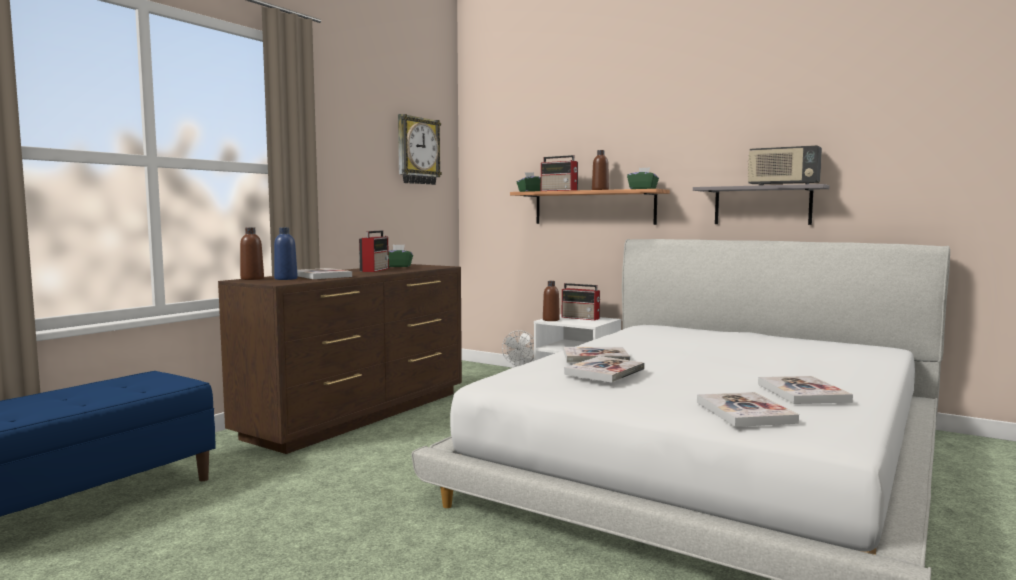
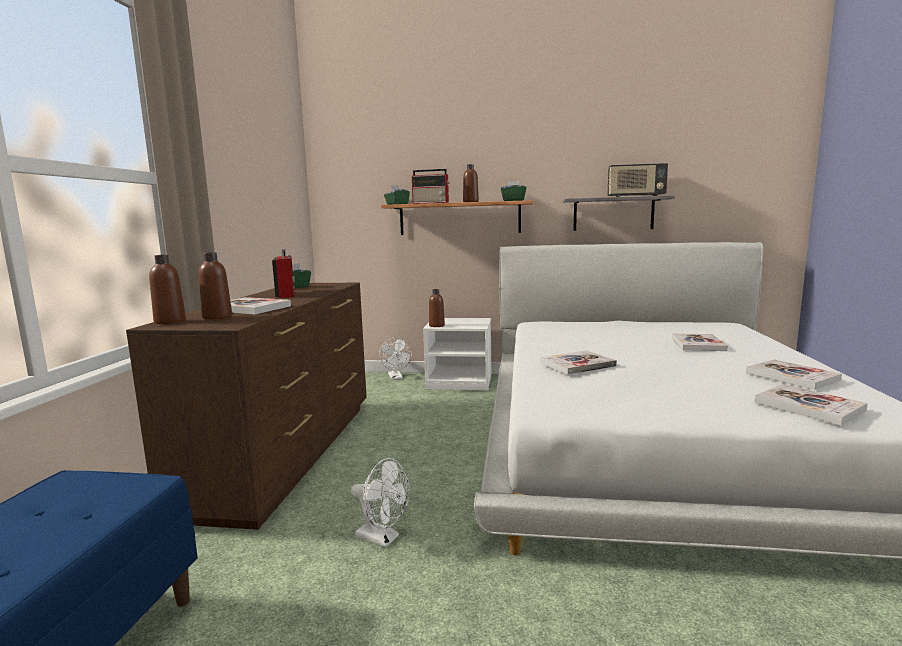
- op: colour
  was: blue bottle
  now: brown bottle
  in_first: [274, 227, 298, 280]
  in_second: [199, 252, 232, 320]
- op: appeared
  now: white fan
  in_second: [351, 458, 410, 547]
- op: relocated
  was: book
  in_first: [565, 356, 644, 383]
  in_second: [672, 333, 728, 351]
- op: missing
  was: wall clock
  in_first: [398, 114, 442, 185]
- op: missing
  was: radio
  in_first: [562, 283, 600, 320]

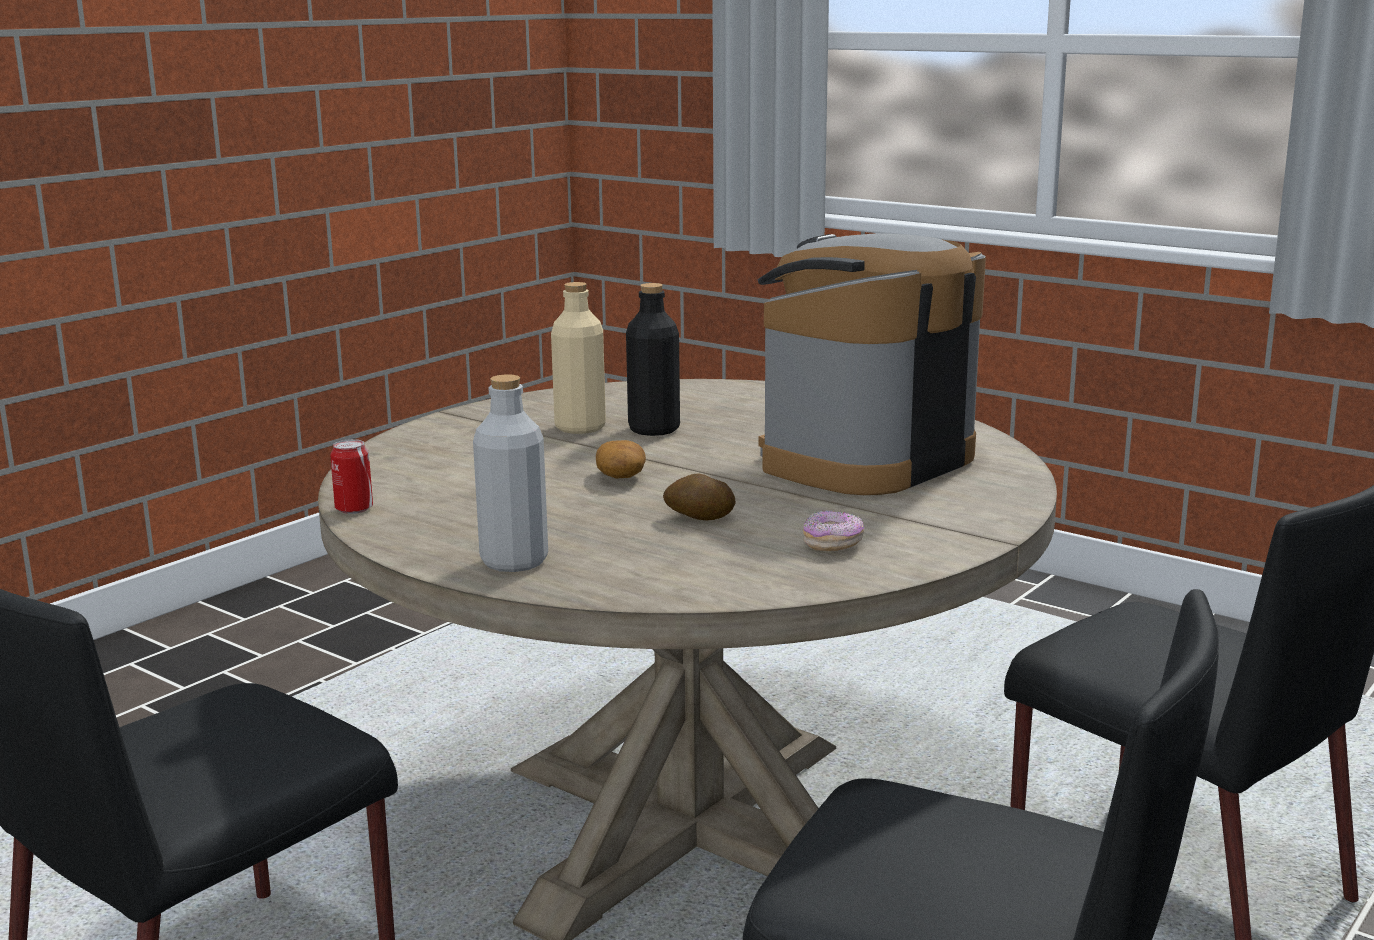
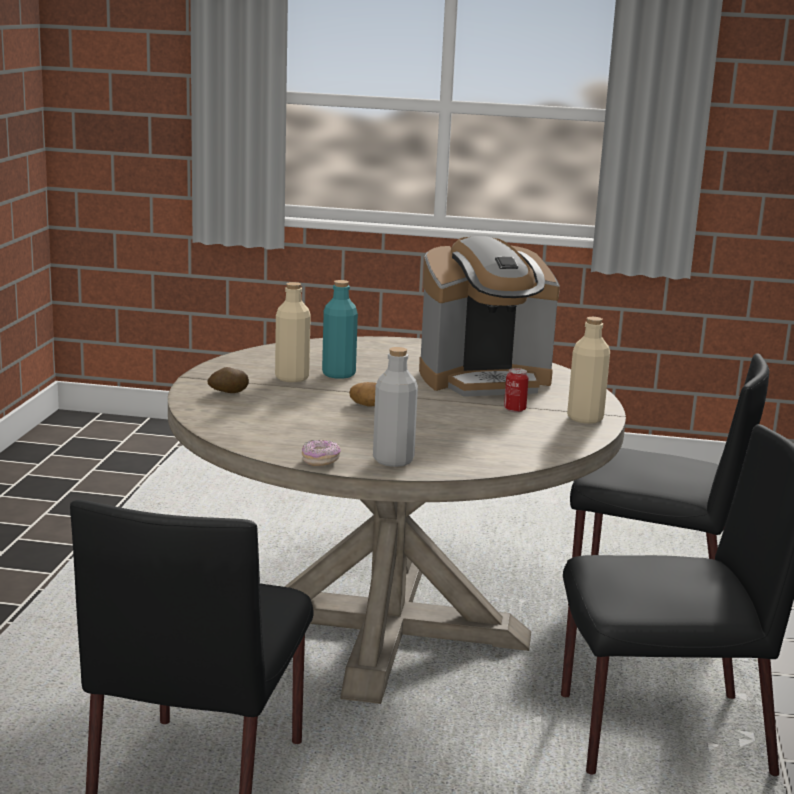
- op: relocated
  was: potato
  in_first: [663, 473, 735, 521]
  in_second: [207, 367, 249, 393]
- op: relocated
  was: donut
  in_first: [803, 510, 864, 551]
  in_second: [302, 440, 341, 466]
- op: colour
  was: black bottle
  now: turquoise bottle
  in_first: [626, 283, 680, 436]
  in_second: [322, 280, 358, 379]
- op: spun
  was: coffee machine
  in_first: [758, 233, 986, 495]
  in_second: [419, 236, 560, 397]
  clockwise: -120
- op: relocated
  was: can
  in_first: [330, 439, 373, 514]
  in_second: [504, 368, 529, 412]
- op: appeared
  now: beige bottle
  in_second: [567, 317, 610, 424]

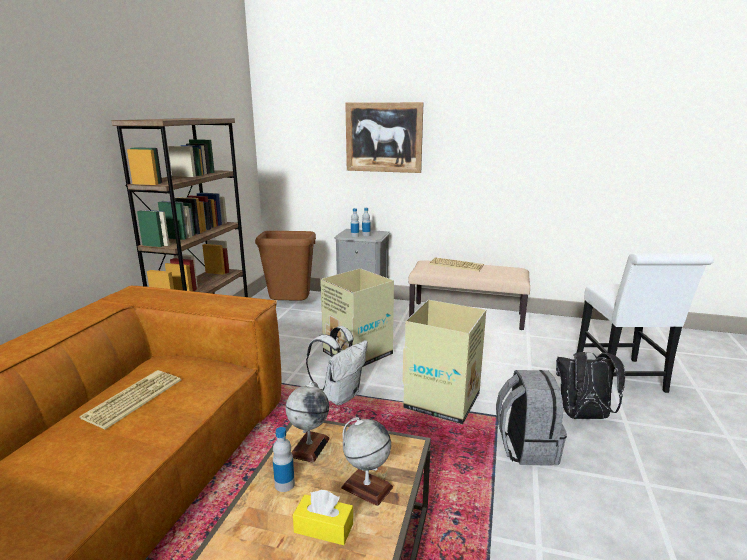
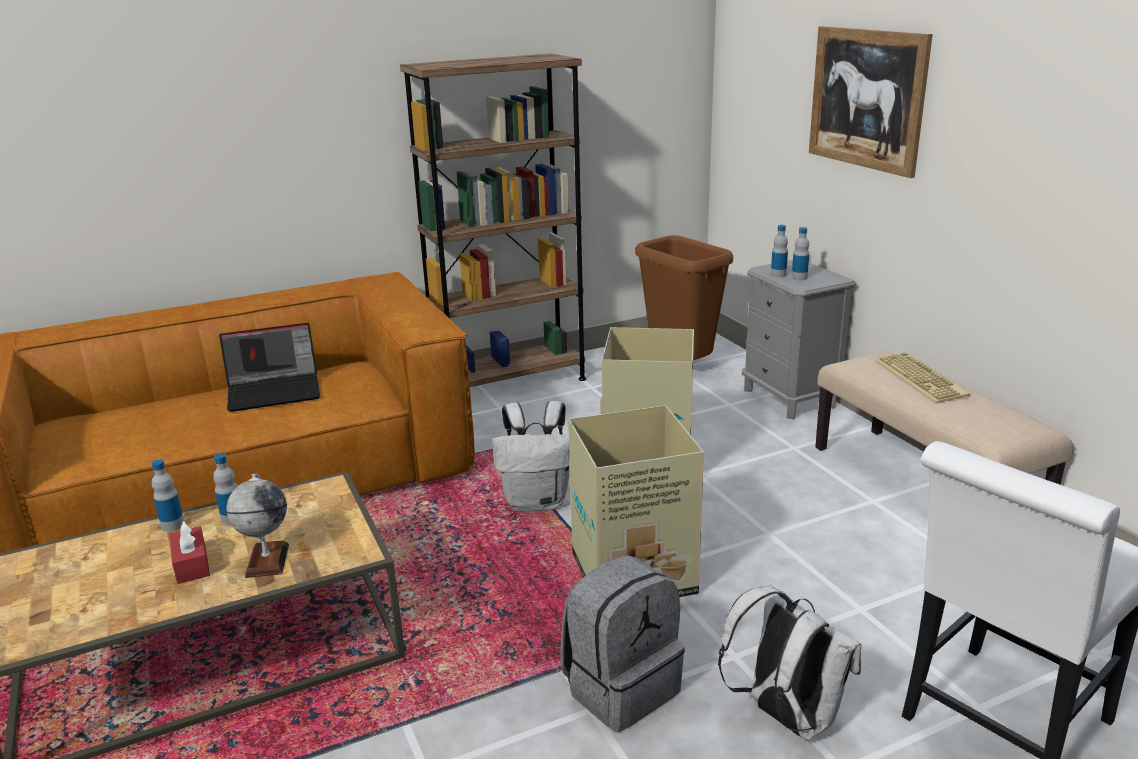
- op: appeared
  now: bottle
  in_second: [152, 459, 184, 532]
- op: colour
  was: yellow tissue box
  now: red tissue box
  in_first: [293, 490, 353, 545]
  in_second: [169, 521, 210, 584]
- op: exchanged
  was: keyboard
  now: laptop
  in_first: [79, 370, 181, 430]
  in_second: [219, 323, 320, 412]
- op: colour
  was: black backpack
  now: white backpack
  in_first: [556, 352, 625, 419]
  in_second: [718, 584, 861, 740]
- op: missing
  was: globe
  in_first: [286, 381, 330, 463]

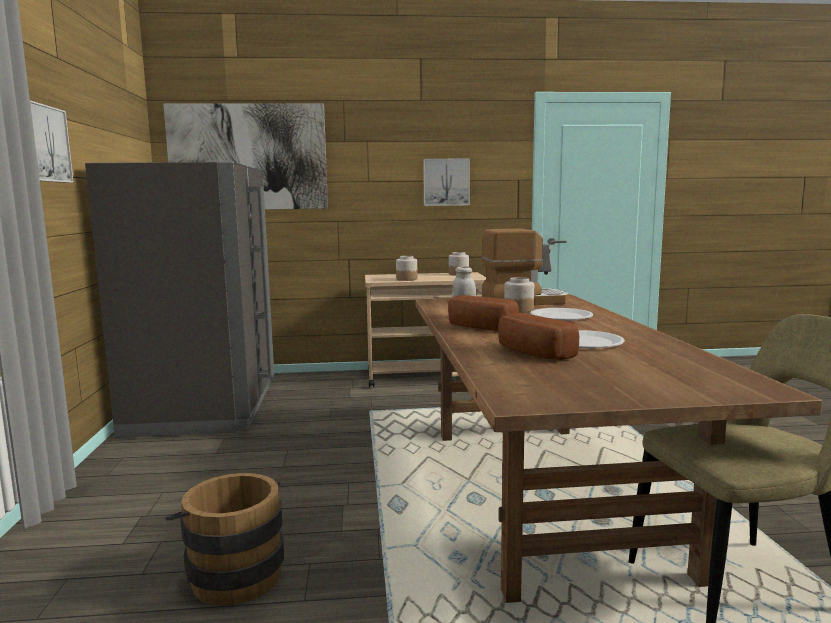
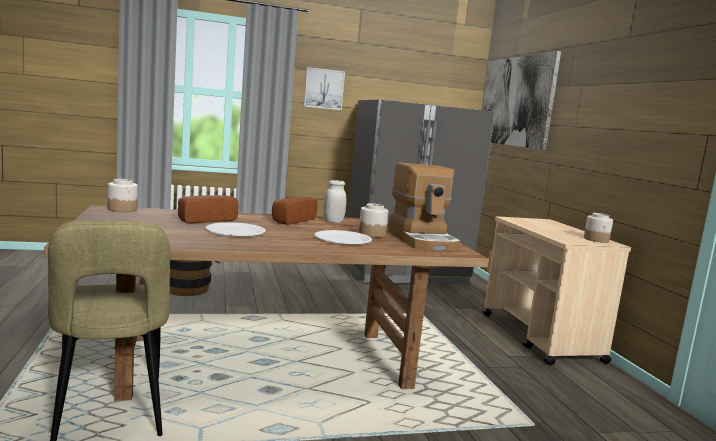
- op: relocated
  was: jar
  in_first: [396, 256, 417, 281]
  in_second: [108, 179, 138, 212]
- op: missing
  was: picture
  in_first: [423, 158, 470, 206]

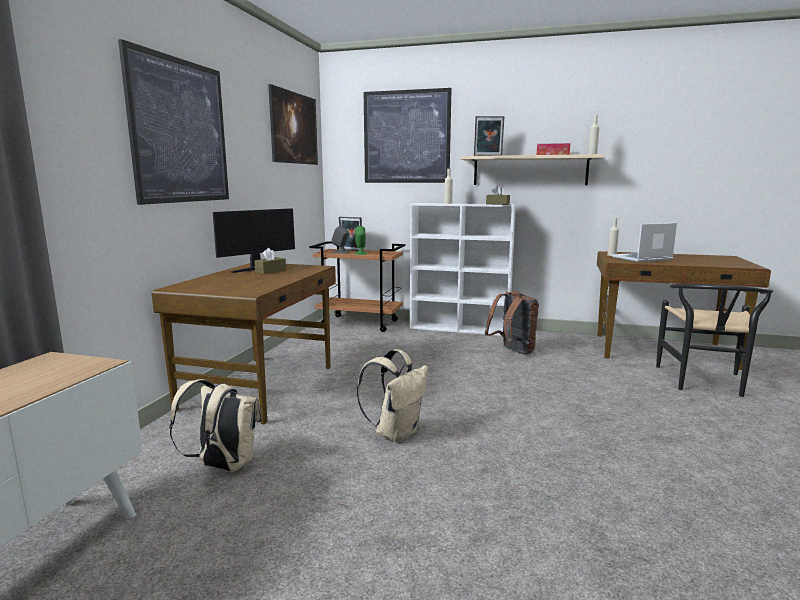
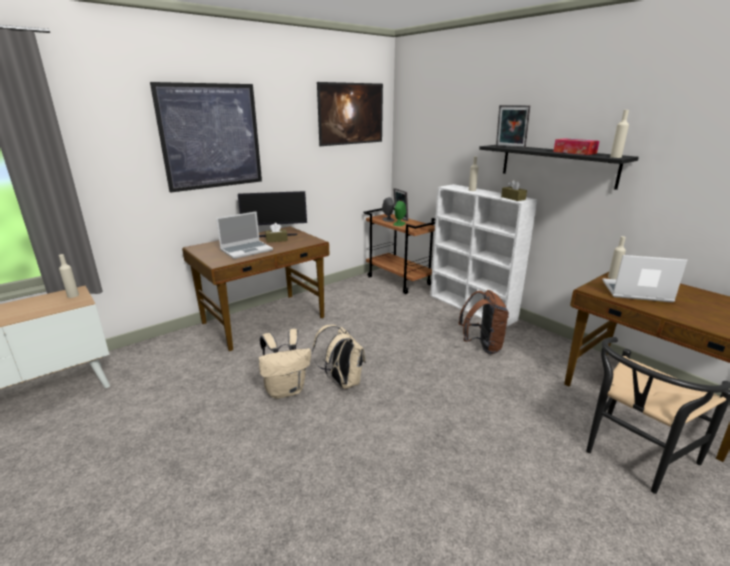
- op: appeared
  now: beige bottle
  in_second: [59, 254, 79, 298]
- op: appeared
  now: laptop
  in_second: [216, 211, 273, 259]
- op: relocated
  was: beige backpack
  in_first: [169, 379, 262, 472]
  in_second: [312, 324, 366, 389]
- op: colour
  was: beige shelf
  now: black shelf
  in_first: [460, 154, 604, 185]
  in_second: [479, 145, 639, 190]
- op: missing
  was: picture
  in_first: [364, 88, 452, 183]

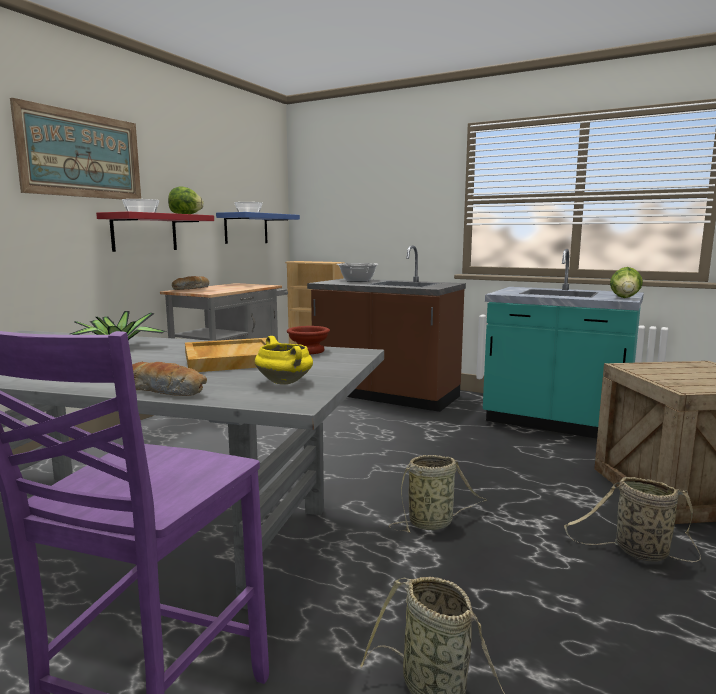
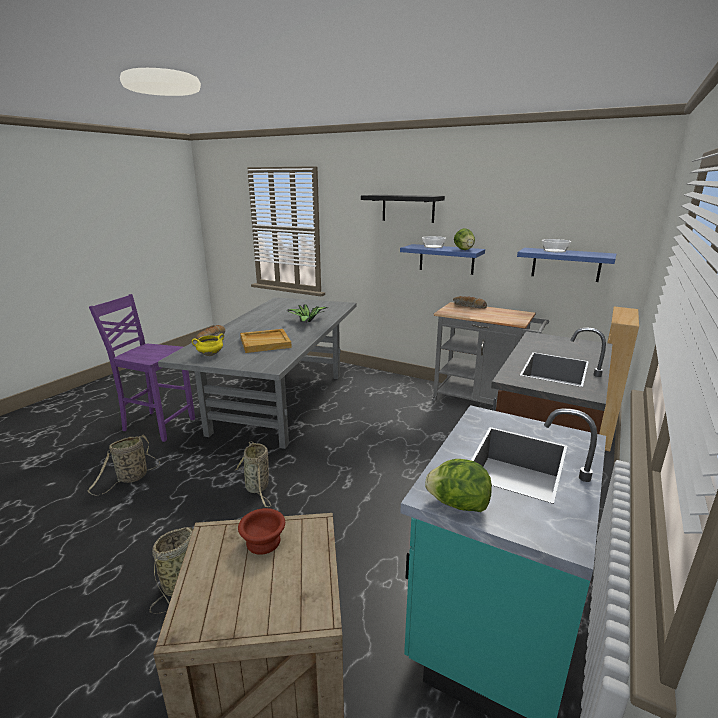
- op: relocated
  was: brown bowl
  in_first: [287, 326, 330, 354]
  in_second: [238, 508, 285, 555]
- op: exchanged
  was: picture
  now: black shelf
  in_first: [10, 98, 141, 199]
  in_second: [361, 195, 445, 223]
- op: colour
  was: red shelf
  now: blue shelf
  in_first: [96, 212, 214, 252]
  in_second: [400, 244, 485, 275]
- op: missing
  was: cooking pot
  in_first: [337, 263, 379, 282]

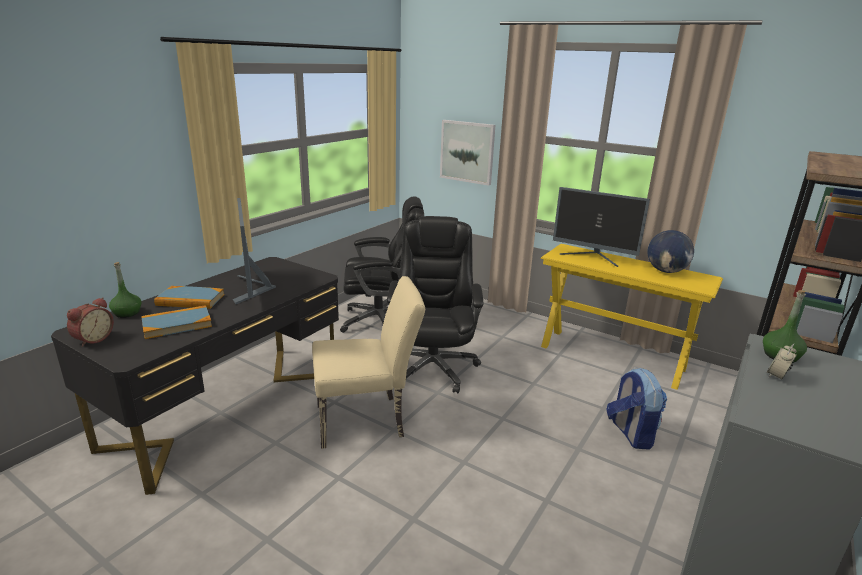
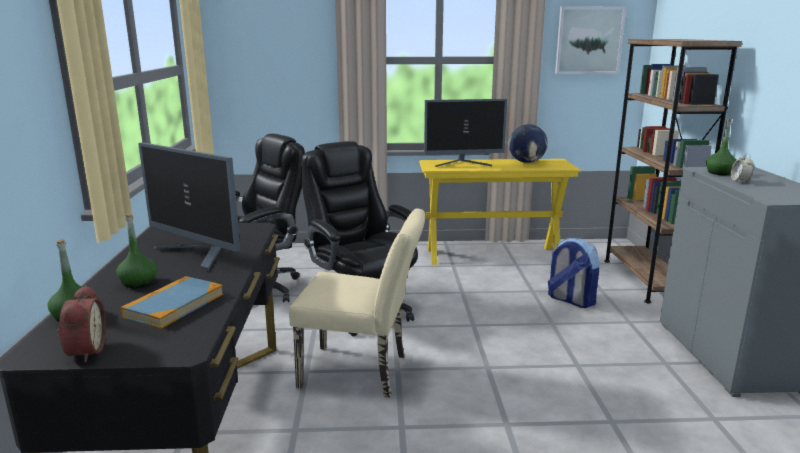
- op: exchanged
  was: book
  now: green bottle
  in_first: [154, 286, 225, 309]
  in_second: [116, 213, 157, 288]
- op: spun
  was: beige chair
  in_first: [312, 276, 425, 449]
  in_second: [289, 208, 425, 397]
  clockwise: 60
- op: relocated
  was: picture
  in_first: [440, 120, 495, 186]
  in_second: [555, 7, 626, 74]

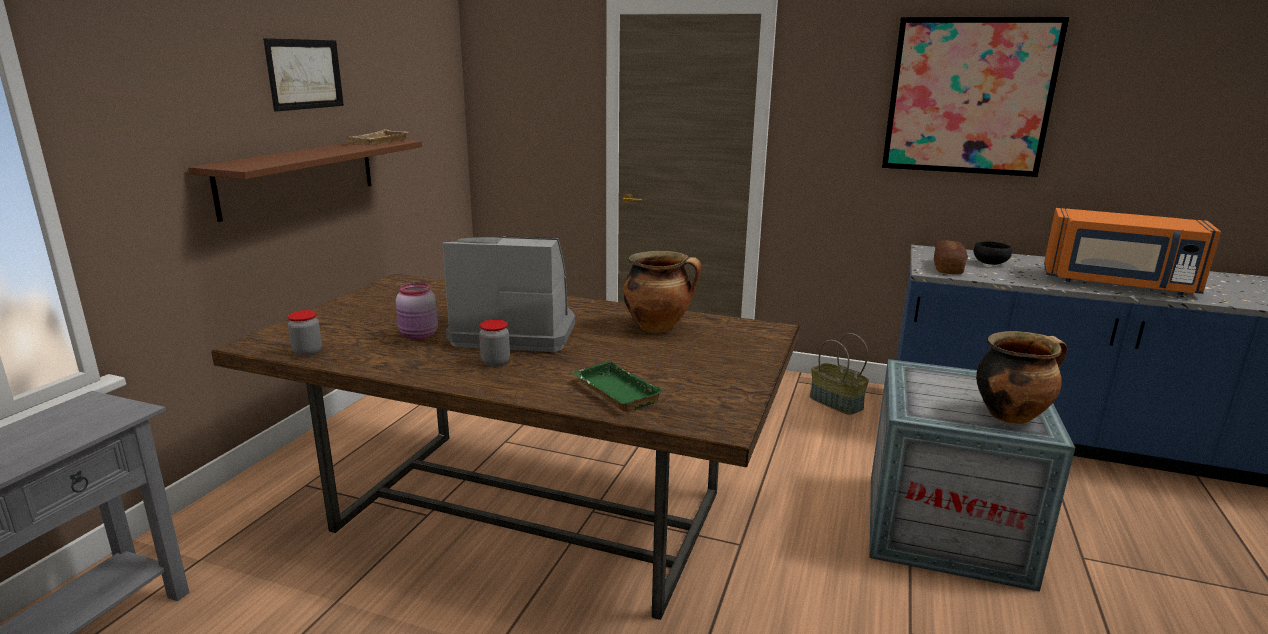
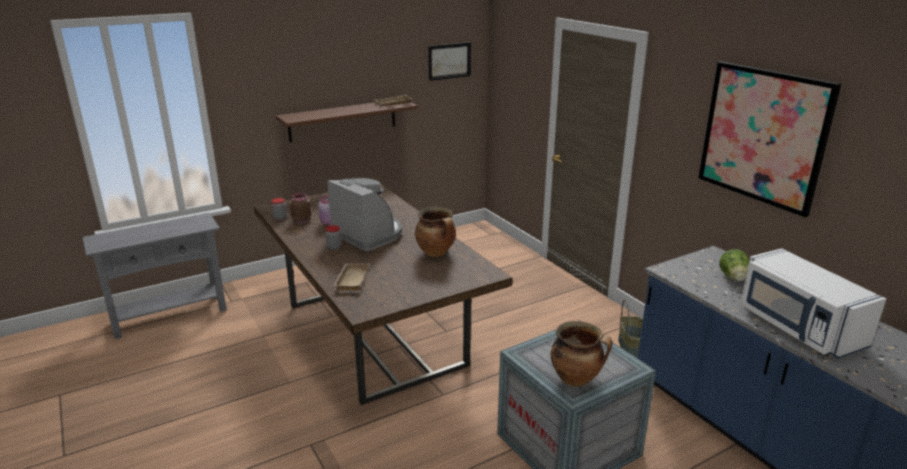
- op: appeared
  now: brown jar
  in_second: [290, 193, 311, 223]
- op: colour
  was: green tray
  now: beige tray
  in_first: [572, 361, 664, 412]
  in_second: [333, 263, 369, 291]
- op: relocated
  was: picture
  in_first: [263, 38, 344, 112]
  in_second: [428, 42, 471, 81]
- op: exchanged
  was: black bowl
  now: lettuce
  in_first: [974, 241, 1012, 265]
  in_second: [719, 249, 749, 282]
- op: colour
  was: orange microwave
  now: white microwave
  in_first: [1044, 208, 1221, 295]
  in_second: [740, 248, 886, 359]
- op: missing
  was: bread
  in_first: [934, 240, 968, 274]

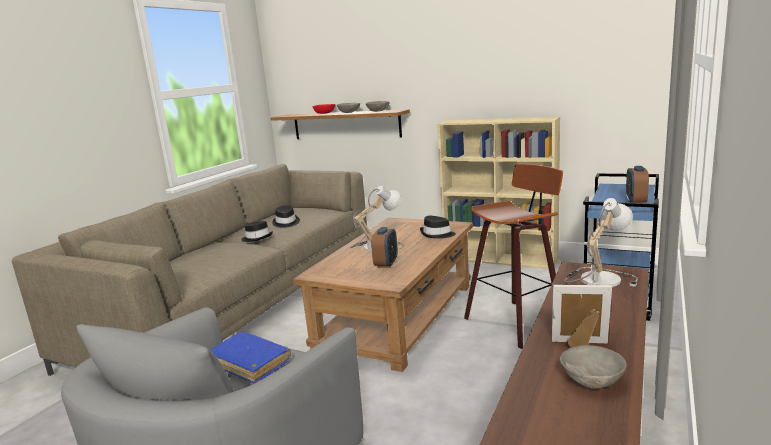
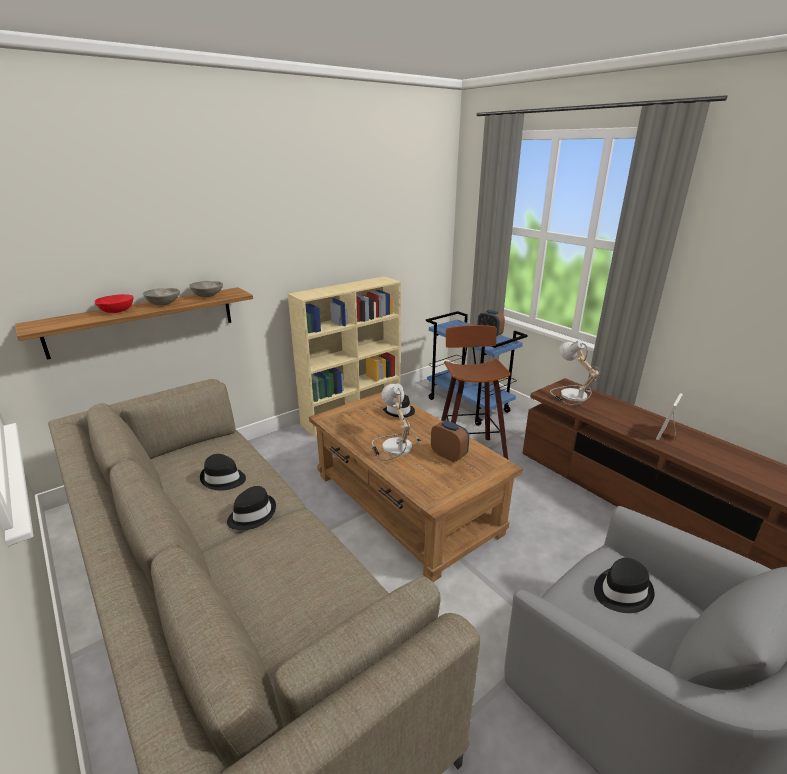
- op: exchanged
  was: blue book
  now: black hat
  in_first: [210, 332, 291, 383]
  in_second: [594, 558, 655, 613]
- op: missing
  was: grey bowl
  in_first: [560, 345, 627, 389]

